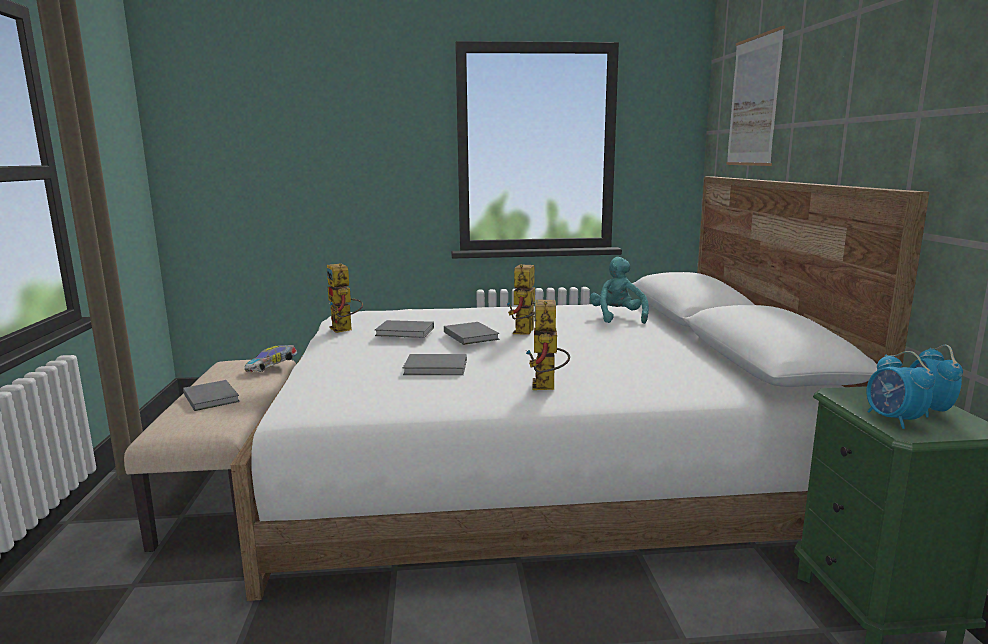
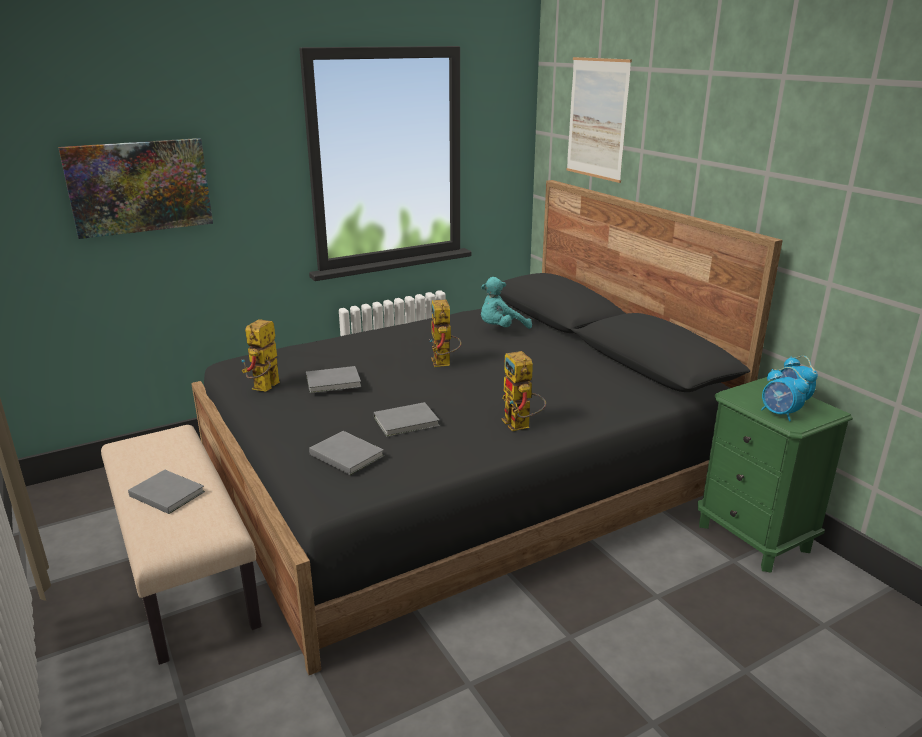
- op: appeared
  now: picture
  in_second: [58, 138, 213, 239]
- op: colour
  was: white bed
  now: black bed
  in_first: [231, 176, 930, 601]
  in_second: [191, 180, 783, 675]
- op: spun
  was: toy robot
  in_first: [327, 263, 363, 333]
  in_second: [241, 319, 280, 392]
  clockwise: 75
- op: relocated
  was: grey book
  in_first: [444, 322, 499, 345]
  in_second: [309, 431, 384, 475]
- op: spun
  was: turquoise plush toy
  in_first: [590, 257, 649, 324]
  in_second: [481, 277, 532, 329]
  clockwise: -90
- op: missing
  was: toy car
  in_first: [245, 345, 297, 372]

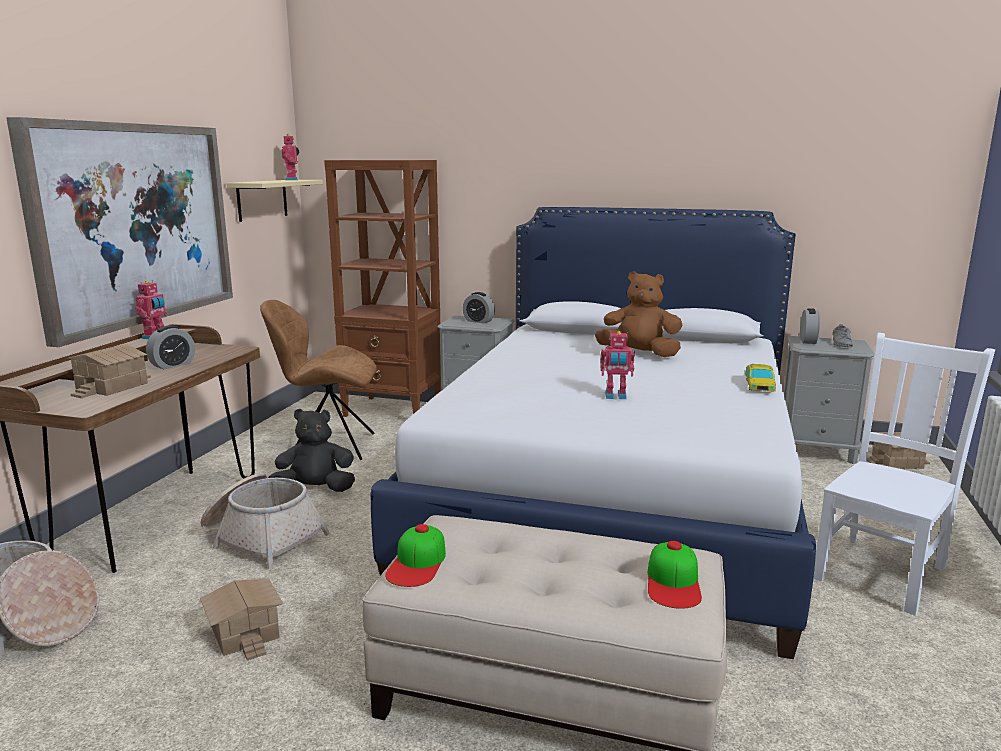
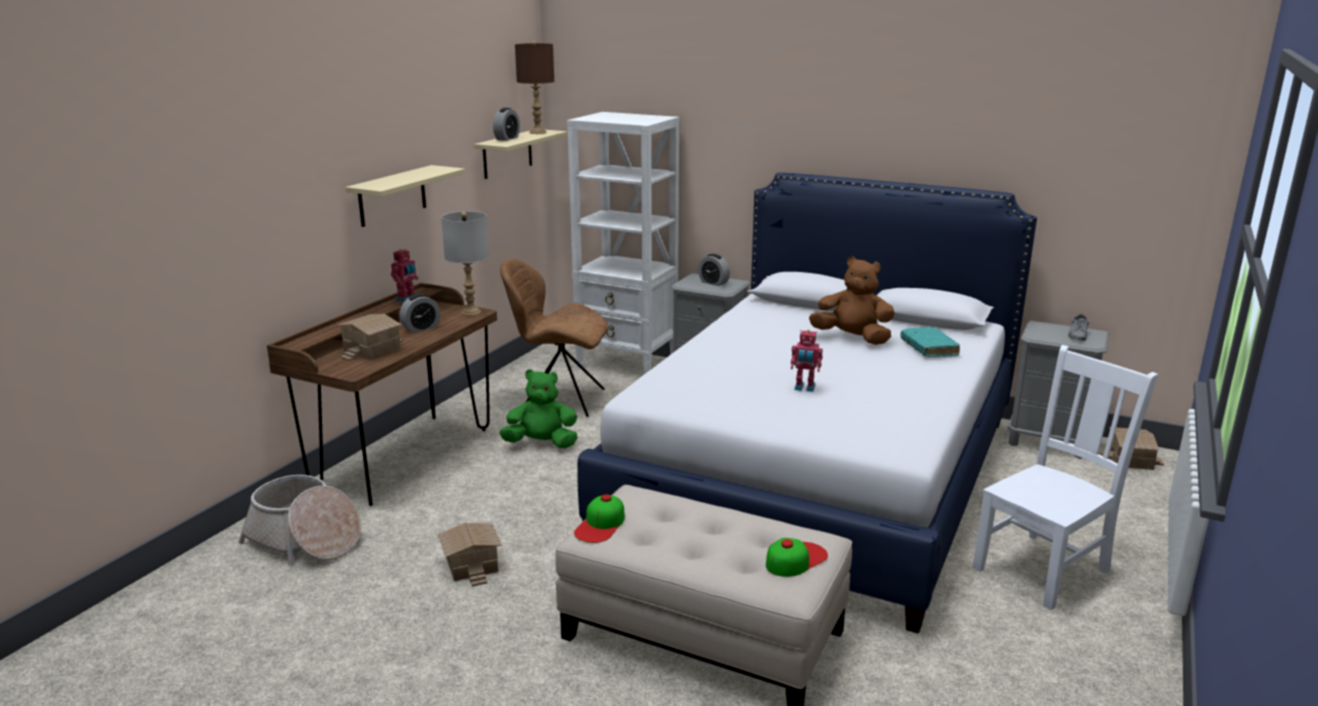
- op: exchanged
  was: picture
  now: beige shelf
  in_first: [6, 117, 233, 347]
  in_second: [345, 165, 465, 227]
- op: appeared
  now: grey table lamp
  in_second: [441, 211, 489, 316]
- op: relocated
  was: alarm clock
  in_first: [800, 308, 820, 344]
  in_second: [493, 108, 520, 141]
- op: colour
  was: black plush toy
  now: green plush toy
  in_first: [268, 409, 355, 492]
  in_second: [499, 369, 578, 448]
- op: exchanged
  was: toy robot
  now: brown table lamp
  in_first: [282, 134, 299, 180]
  in_second: [515, 41, 554, 134]
- op: colour
  was: brown bookcase
  now: white bookcase
  in_first: [324, 160, 441, 417]
  in_second: [567, 112, 679, 374]
- op: spun
  was: cap
  in_first: [648, 541, 702, 609]
  in_second: [766, 538, 828, 577]
  clockwise: -150
- op: appeared
  now: turquoise book
  in_second: [900, 327, 960, 357]
- op: missing
  was: basket
  in_first: [201, 473, 330, 569]
- op: missing
  was: toy car
  in_first: [745, 364, 776, 392]

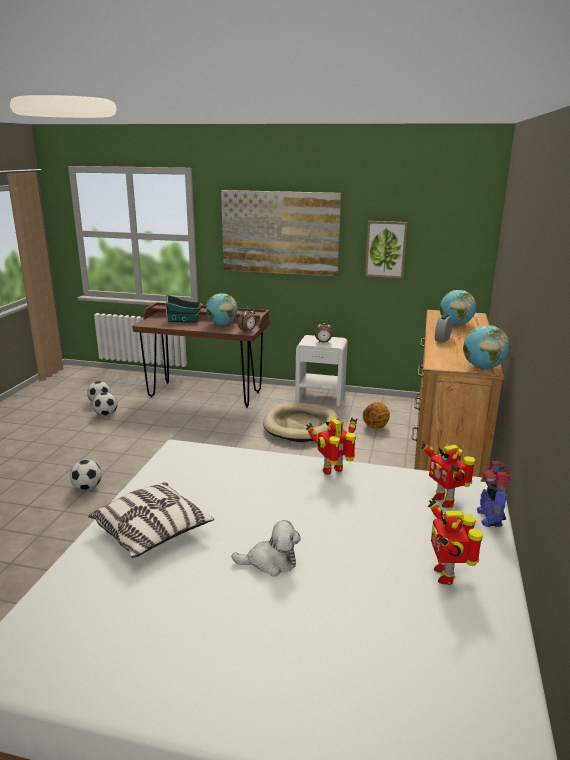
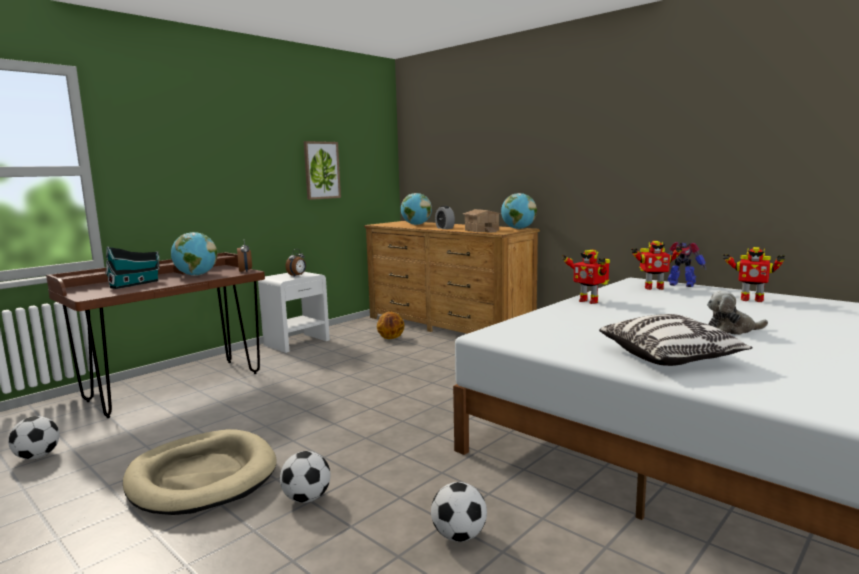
- op: relocated
  was: beige dog bed
  in_first: [263, 403, 339, 442]
  in_second: [123, 429, 277, 515]
- op: relocated
  was: football
  in_first: [93, 392, 118, 416]
  in_second: [431, 482, 487, 542]
- op: appeared
  now: toy house
  in_second: [463, 209, 502, 233]
- op: spun
  was: toy robot
  in_first: [306, 418, 357, 475]
  in_second: [562, 250, 610, 304]
  clockwise: -45
- op: spun
  was: plush toy
  in_first: [231, 520, 301, 576]
  in_second: [707, 291, 768, 335]
  clockwise: -120
- op: missing
  was: picture
  in_first: [221, 190, 341, 276]

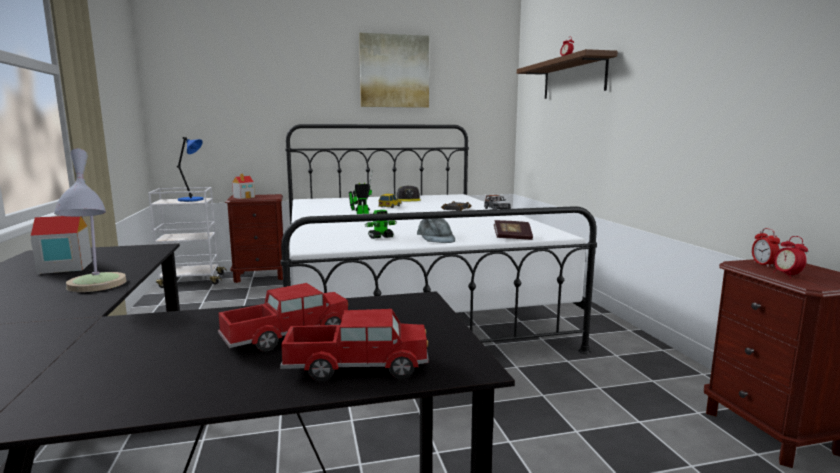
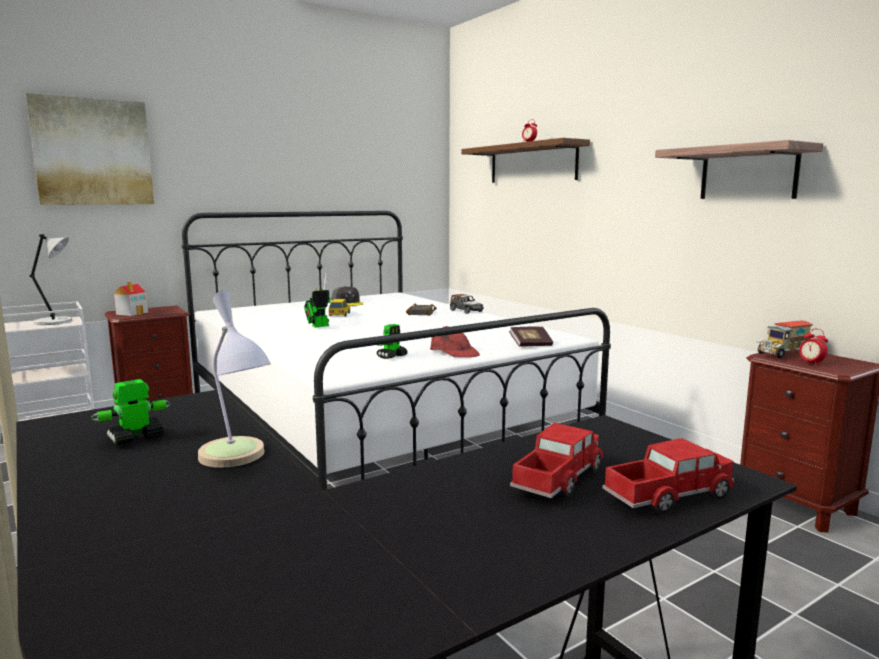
- op: relocated
  was: picture
  in_first: [359, 33, 429, 108]
  in_second: [26, 93, 154, 205]
- op: colour
  was: blue table lamp
  now: grey table lamp
  in_first: [177, 137, 204, 202]
  in_second: [29, 234, 72, 325]
- op: exchanged
  was: toy house
  now: toy robot
  in_first: [30, 216, 92, 274]
  in_second: [91, 379, 171, 446]
- op: colour
  was: grey cap
  now: red cap
  in_first: [417, 218, 455, 243]
  in_second: [430, 326, 480, 358]
- op: appeared
  now: shelf
  in_second: [655, 140, 823, 199]
- op: exchanged
  was: alarm clock
  now: toy truck
  in_first: [752, 228, 780, 267]
  in_second: [757, 321, 813, 358]

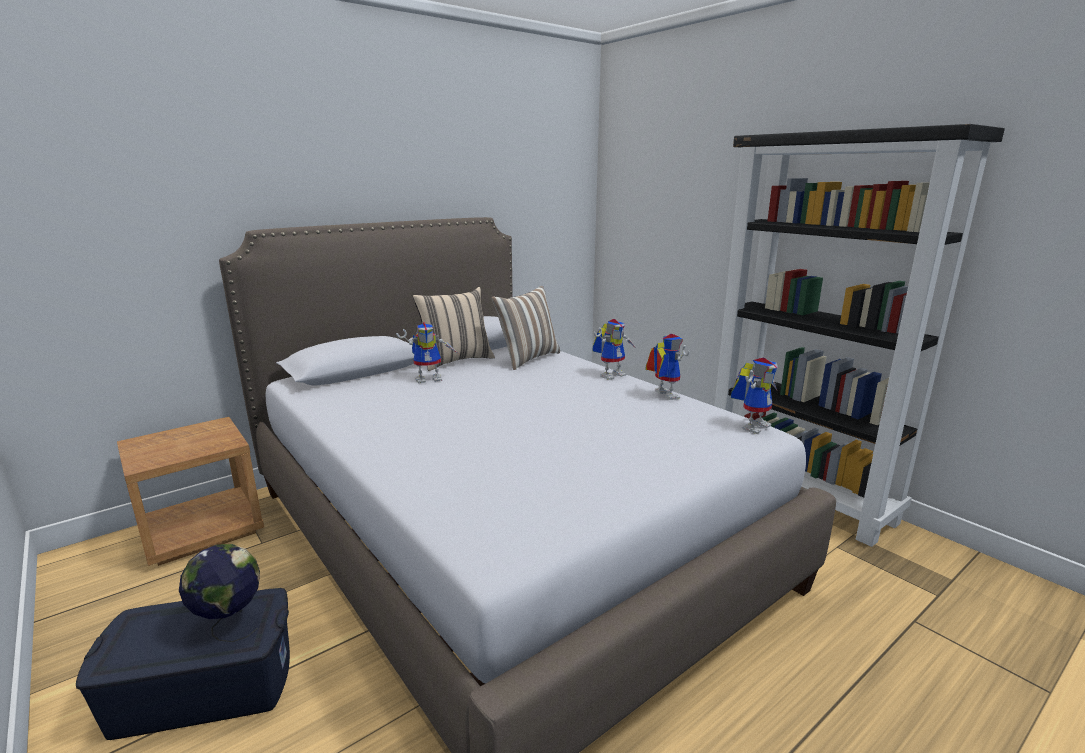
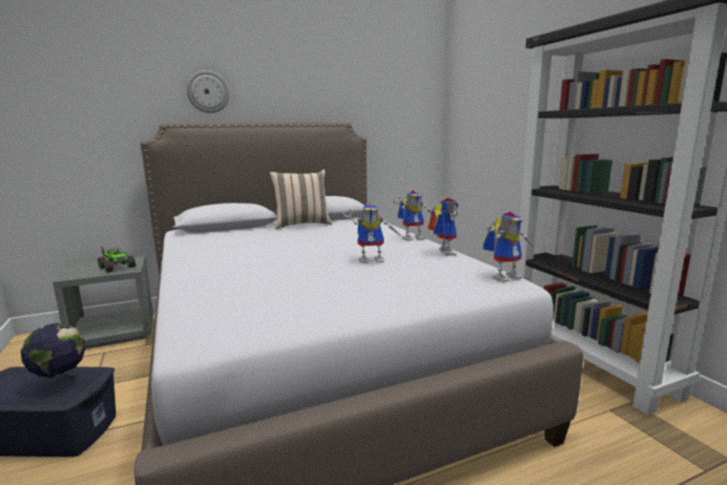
- op: colour
  was: brown nightstand
  now: grey nightstand
  in_first: [117, 417, 264, 566]
  in_second: [53, 255, 154, 349]
- op: appeared
  now: toy truck
  in_second: [98, 246, 136, 272]
- op: appeared
  now: wall clock
  in_second: [186, 70, 230, 113]
- op: relocated
  was: toy robot
  in_first: [396, 322, 459, 383]
  in_second: [343, 204, 402, 263]
- op: missing
  was: pillow
  in_first: [492, 286, 560, 370]

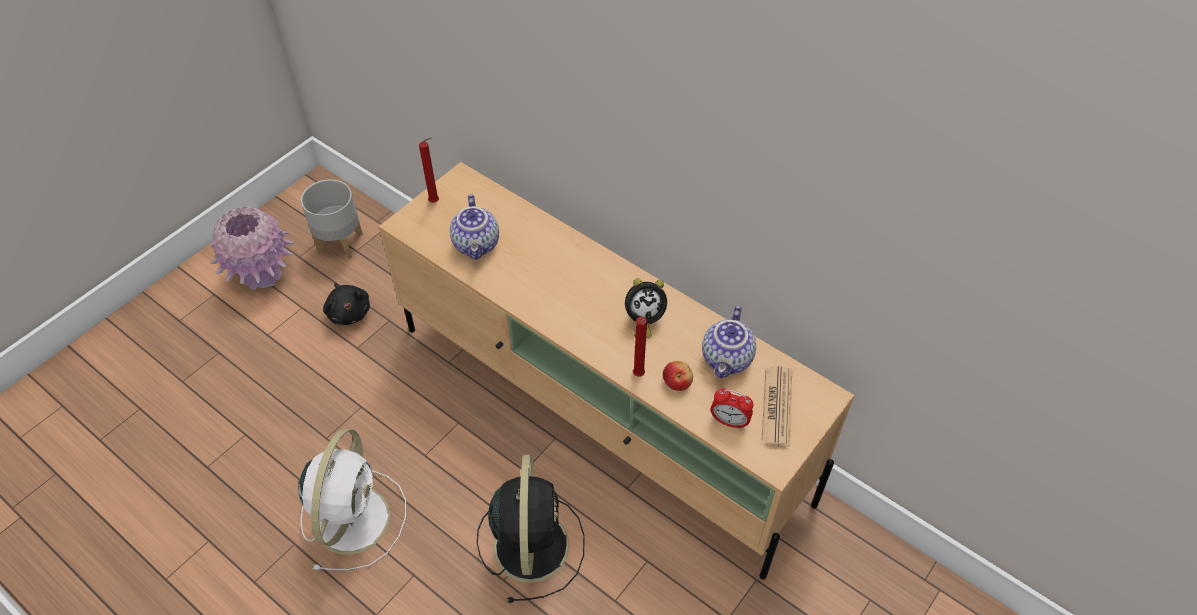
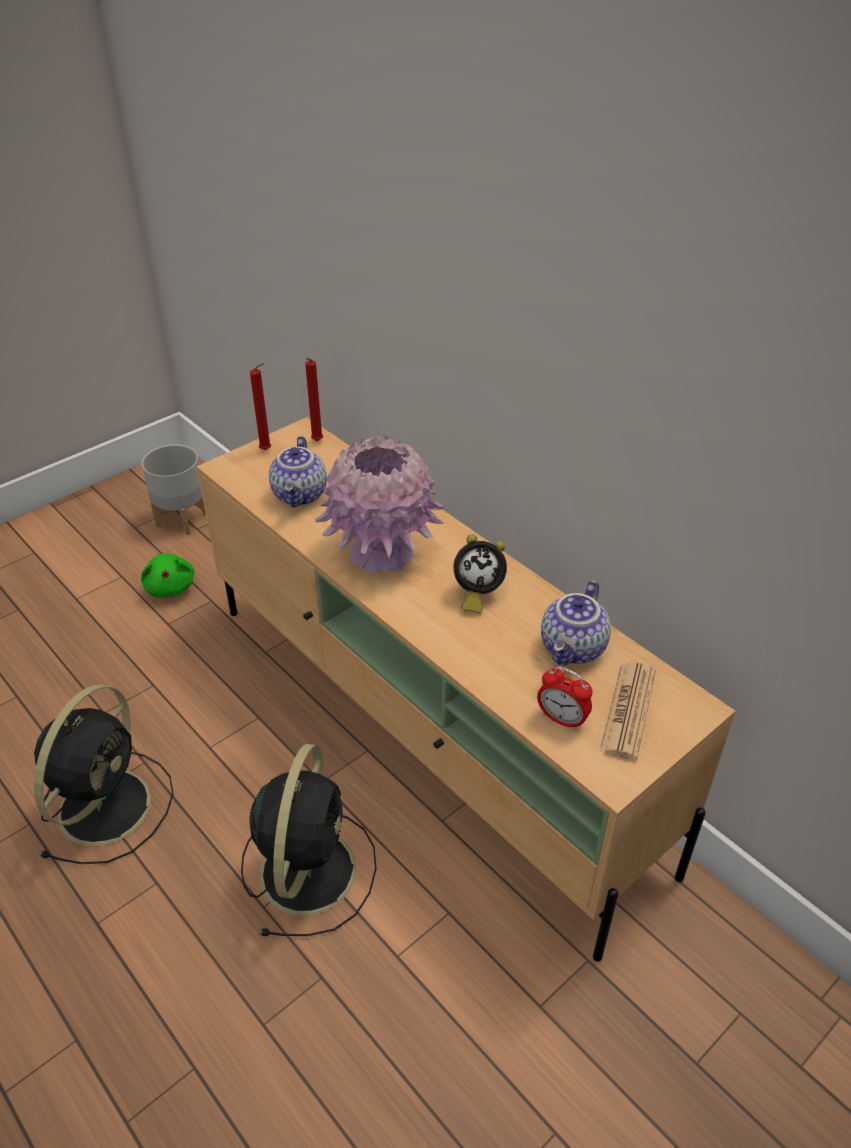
- op: colour
  was: white fan
  now: black fan
  in_first: [298, 429, 406, 571]
  in_second: [34, 685, 174, 864]
- op: colour
  was: black plush toy
  now: green plush toy
  in_first: [323, 283, 370, 325]
  in_second: [141, 553, 194, 598]
- op: relocated
  was: red candle
  in_first: [633, 317, 647, 377]
  in_second: [305, 358, 323, 441]
- op: relocated
  was: pink vase
  in_first: [210, 206, 295, 290]
  in_second: [315, 435, 444, 574]
- op: missing
  was: apple
  in_first: [663, 361, 693, 391]

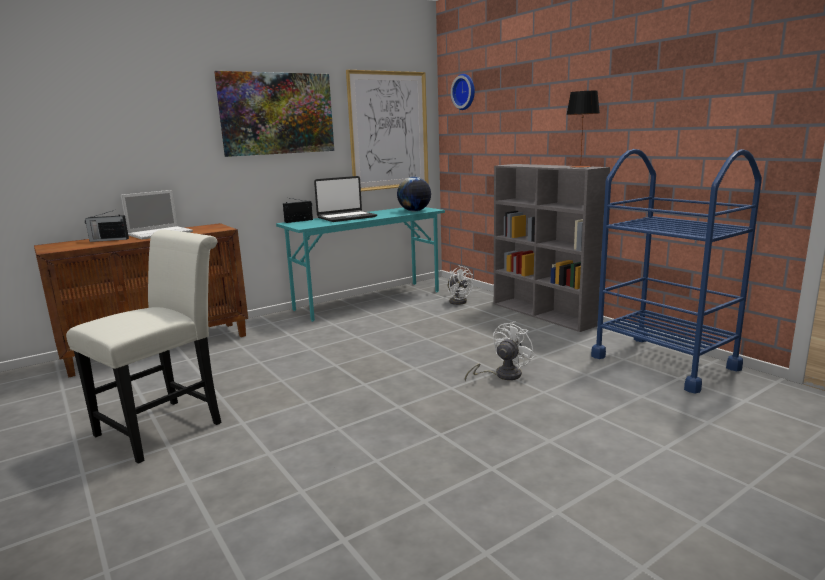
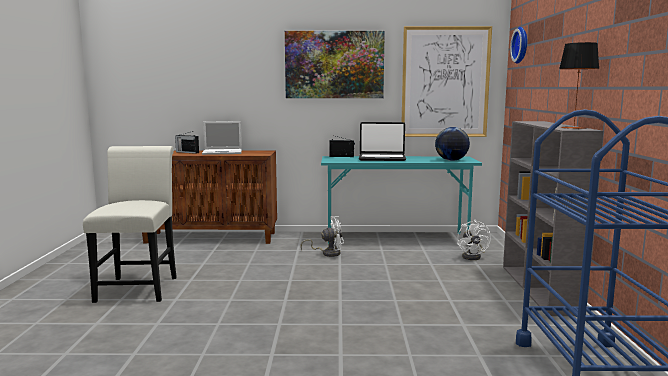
- op: spun
  was: white chair
  in_first: [66, 230, 222, 464]
  in_second: [83, 146, 177, 303]
  clockwise: -75
- op: relocated
  was: white fan
  in_first: [465, 321, 535, 382]
  in_second: [301, 217, 344, 257]

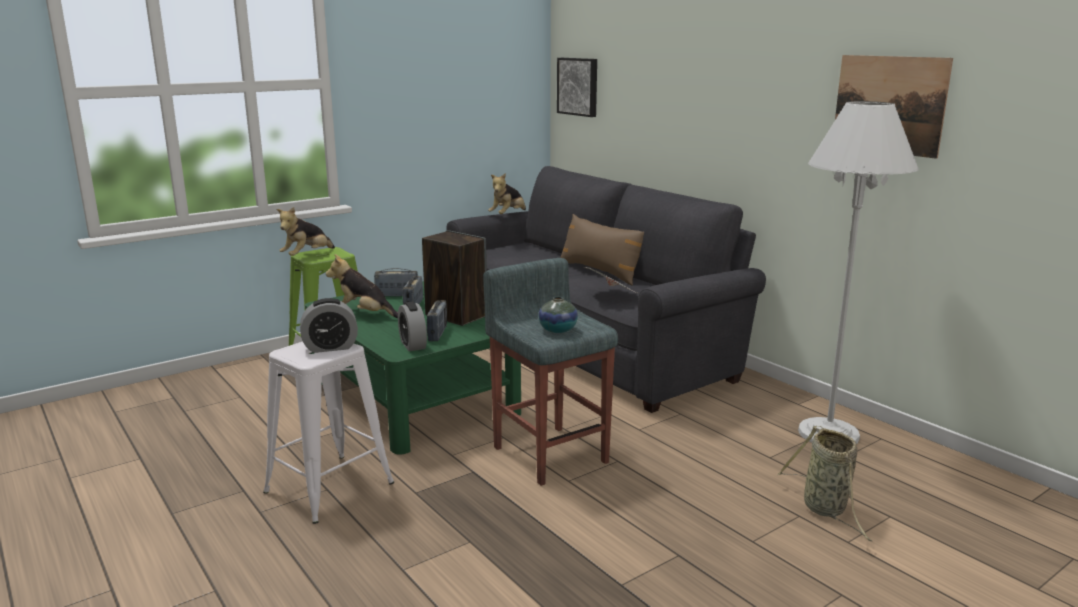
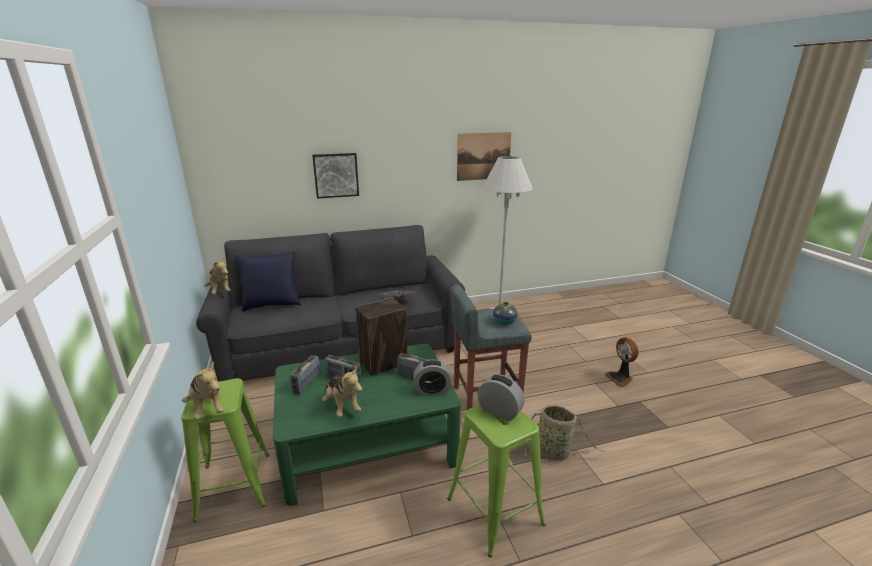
- op: appeared
  now: blue pillow
  in_second: [235, 251, 301, 312]
- op: relocated
  was: picture
  in_first: [557, 58, 597, 117]
  in_second: [312, 153, 359, 199]
- op: spun
  was: plush toy
  in_first: [326, 254, 398, 318]
  in_second: [322, 366, 362, 417]
  clockwise: -75
- op: colour
  was: white stool
  now: green stool
  in_first: [263, 341, 394, 524]
  in_second: [447, 405, 546, 557]
- op: spun
  was: alarm clock
  in_first: [300, 298, 358, 353]
  in_second: [478, 374, 524, 421]
  clockwise: -60
- op: relocated
  was: basket
  in_first: [777, 426, 872, 541]
  in_second: [520, 405, 605, 461]
- op: appeared
  now: fan
  in_second: [605, 337, 638, 387]
- op: missing
  was: brown pillow
  in_first: [560, 214, 644, 285]

